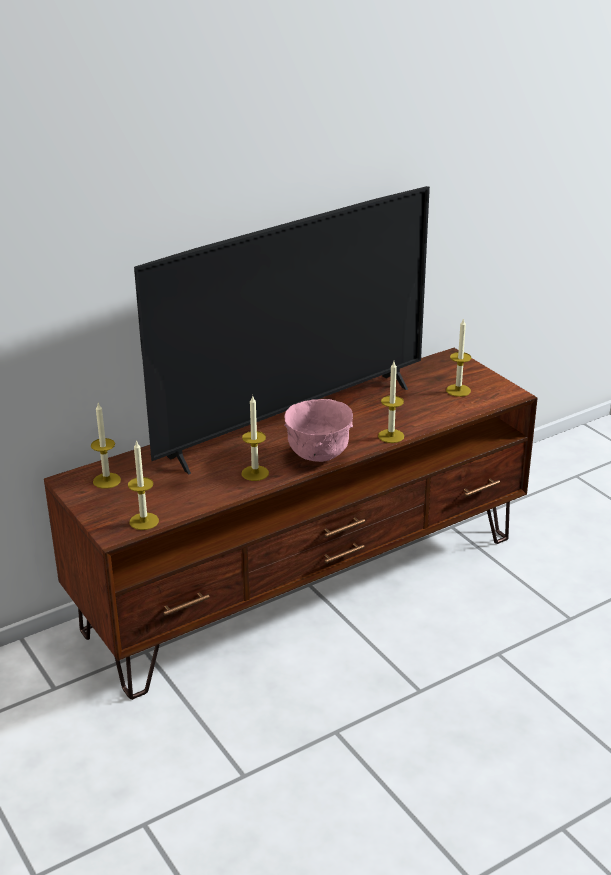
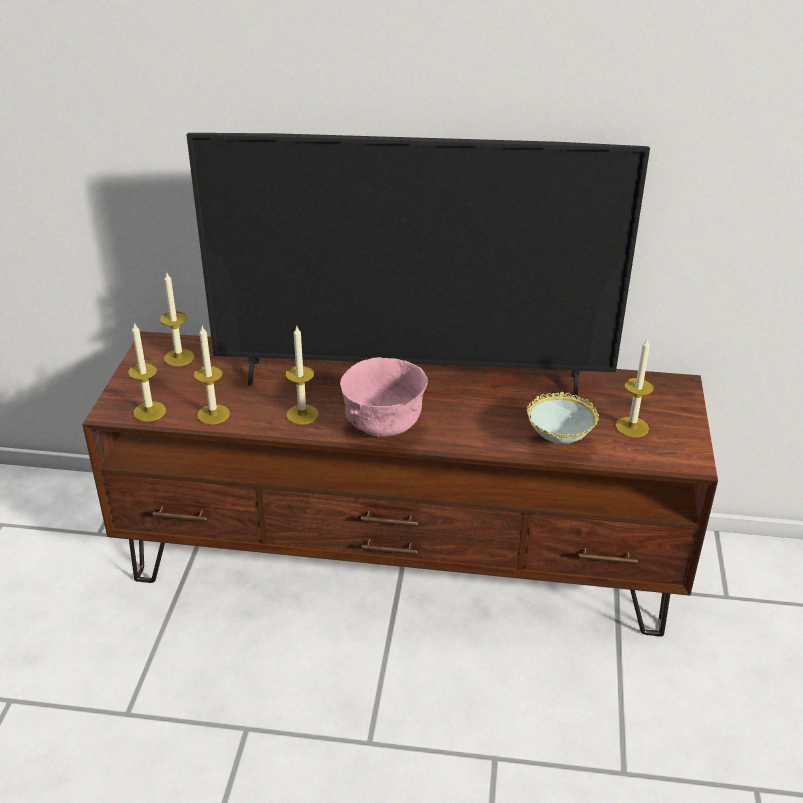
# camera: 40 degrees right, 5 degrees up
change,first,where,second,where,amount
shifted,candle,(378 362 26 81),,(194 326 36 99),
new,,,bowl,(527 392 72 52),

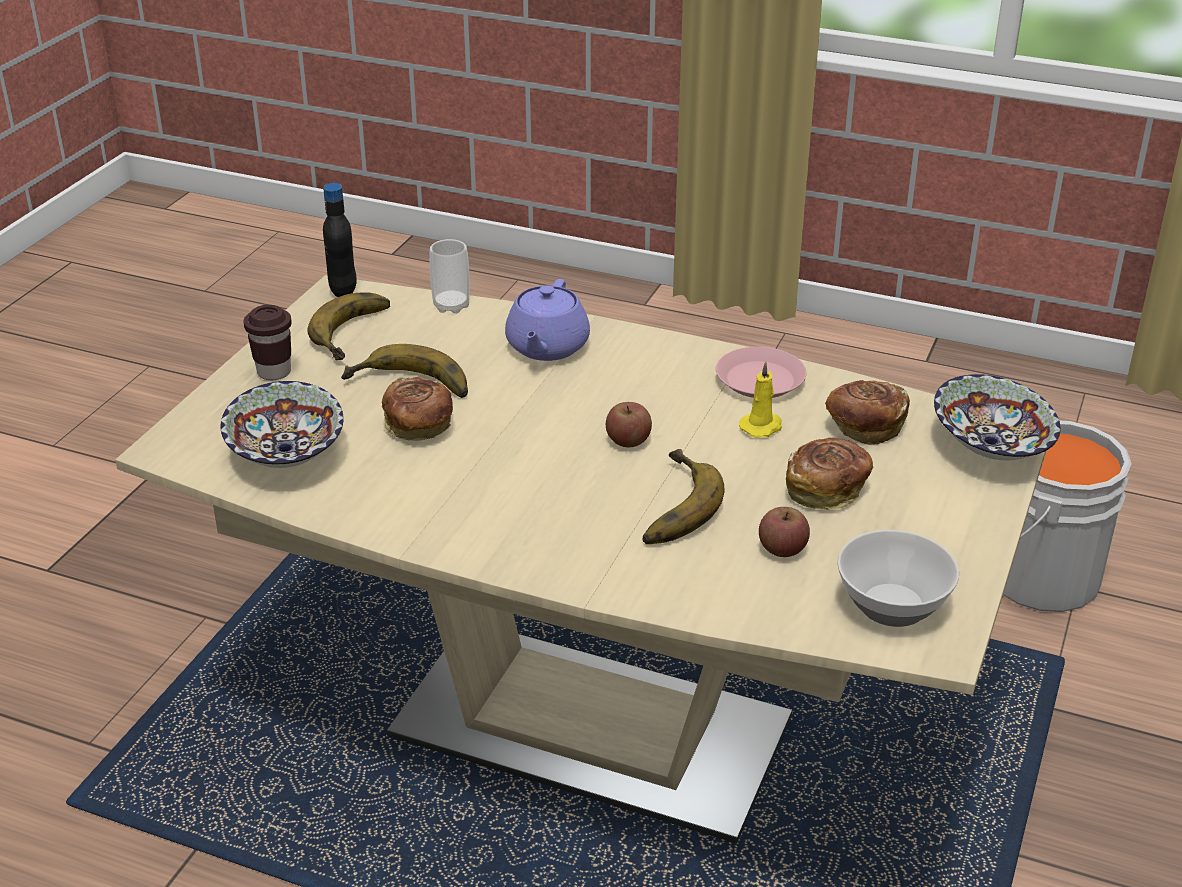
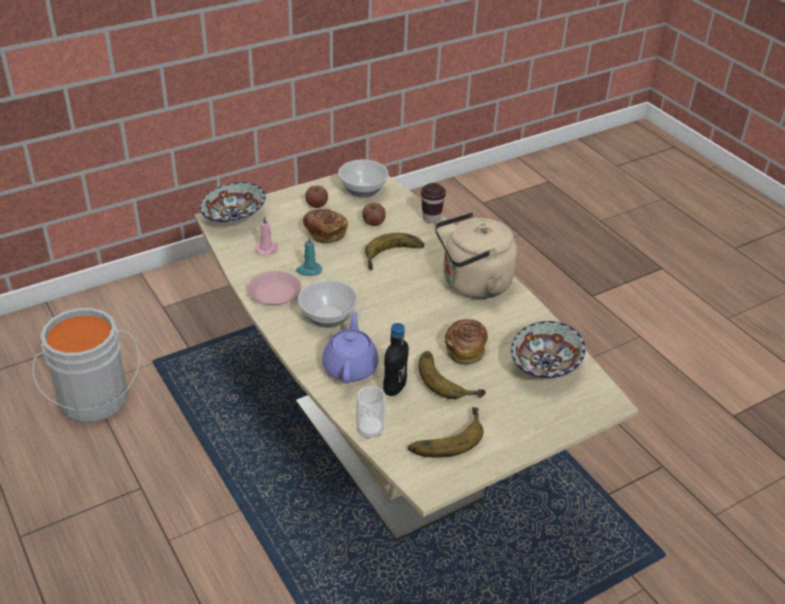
# camera: 145 degrees left, 5 degrees up
change,first,where,second,where,amount
shifted,bottle (black),(323 183 34 114),,(383 323 26 73),
rotated,teapot (purple),(505 279 85 82),,(322 311 56 73),45 degrees counterclockwise
shifted,cup (brown),(243 305 49 75),,(421 183 25 40),
repainted,candle (yellow),(739 361 43 77),candle (turquoise),(296 236 26 40),
swapped,bread,(825 380 85 65),candle (pink),(255 216 23 40),
shifted,apple,(606 402 46 45),,(305 185 23 23),
new,,,kettle (beige),(435 212 82 87),
new,,,bowl,(298 280 60 48),

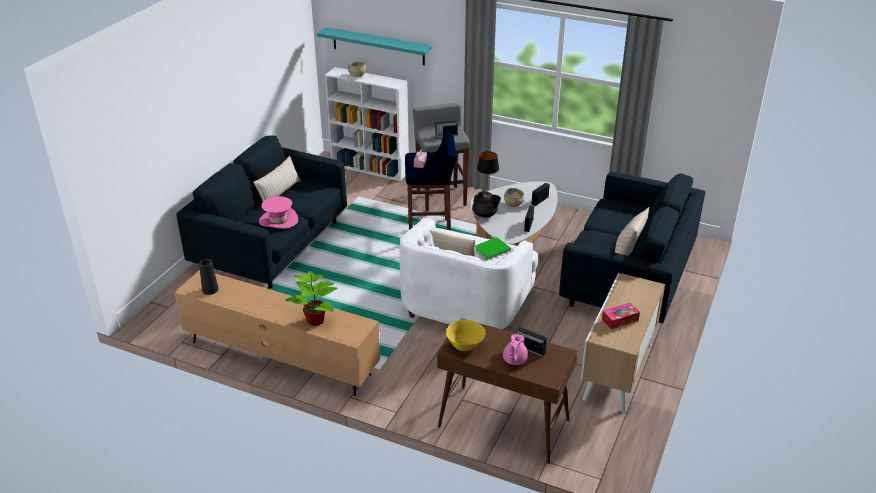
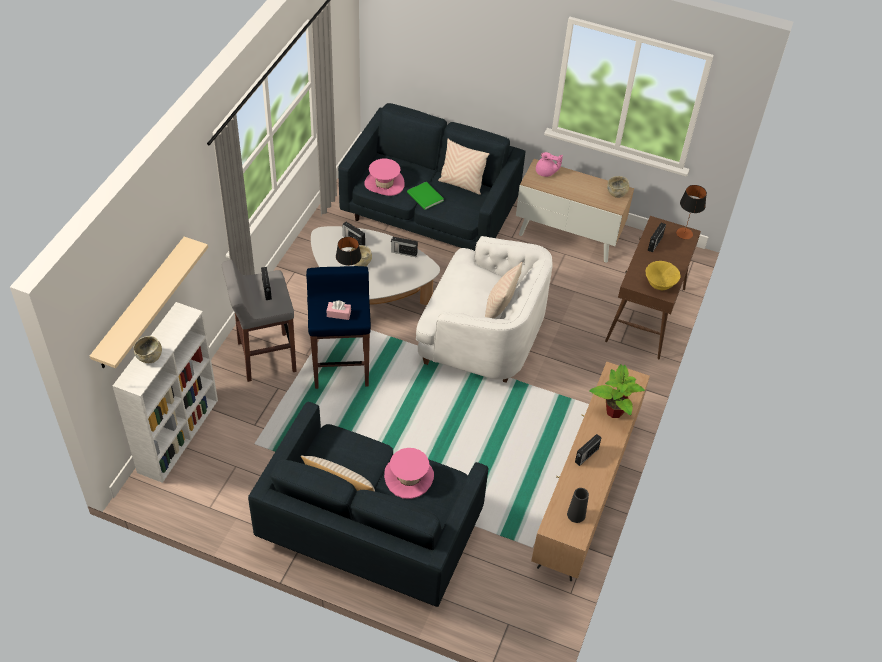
# camera: 95 degrees left, 15 degrees up
change,first,where,second,where,amount
repainted,shelf (turquoise),(317 27 115 38),shelf (beige),(90 237 118 131),
gone,teapot (black),(472 191 29 27),,,
shifted,book (green),(475 237 36 24),,(407 182 37 28),
gone,tissue box,(602 303 38 26),,,
shifted,teapot (pink),(503 334 25 31),,(536 152 27 25),
new,,,hat (pink),(365 159 40 37),
new,,,bowl (beige),(607 176 22 22),
new,,,table lamp,(676 185 31 54),
new,,,radio,(575 434 27 32),

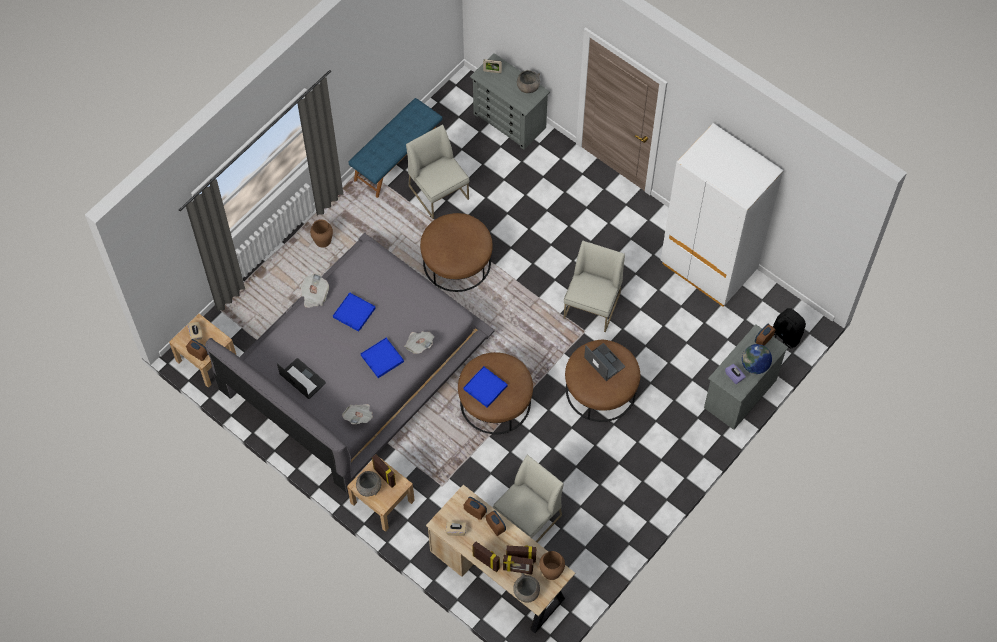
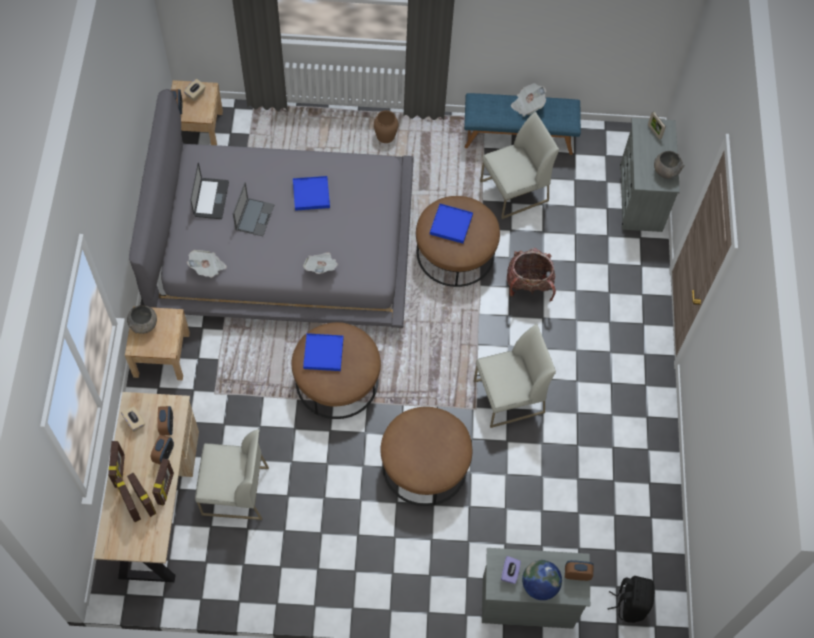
# camera: 50 degrees right, 0 degrees up
change,first,where,second,where,amount
gone,wardrobe (white),(661 123 122 184),,,
rotated,chair (white),(406 124 63 95),,(480 112 79 107),45 degrees clockwise
shifted,newspaper,(300 273 29 35),,(511 83 35 34),
shifted,tray (blue),(361 338 43 40),,(430 204 43 40),
shifted,laptop,(584 343 42 38),,(233 182 42 54),
shifted,picture frame,(372 454 24 34),,(152 458 22 48),
gone,vase (brown),(539 551 26 29),,,
gone,bowl (grey),(513 573 27 30),,,
new,,,backpack,(507 248 49 54),

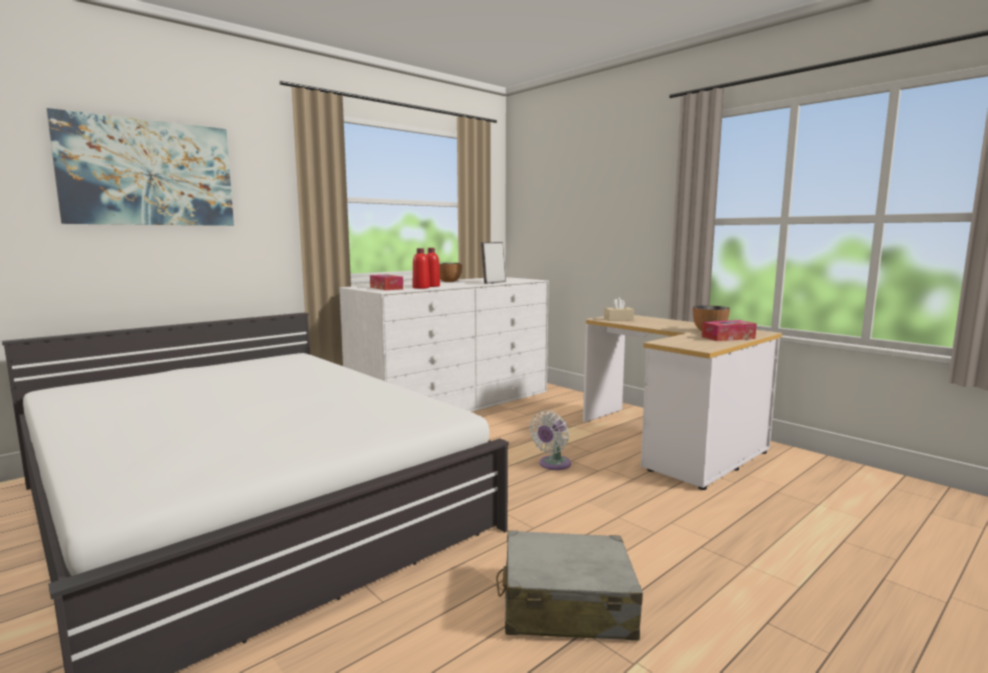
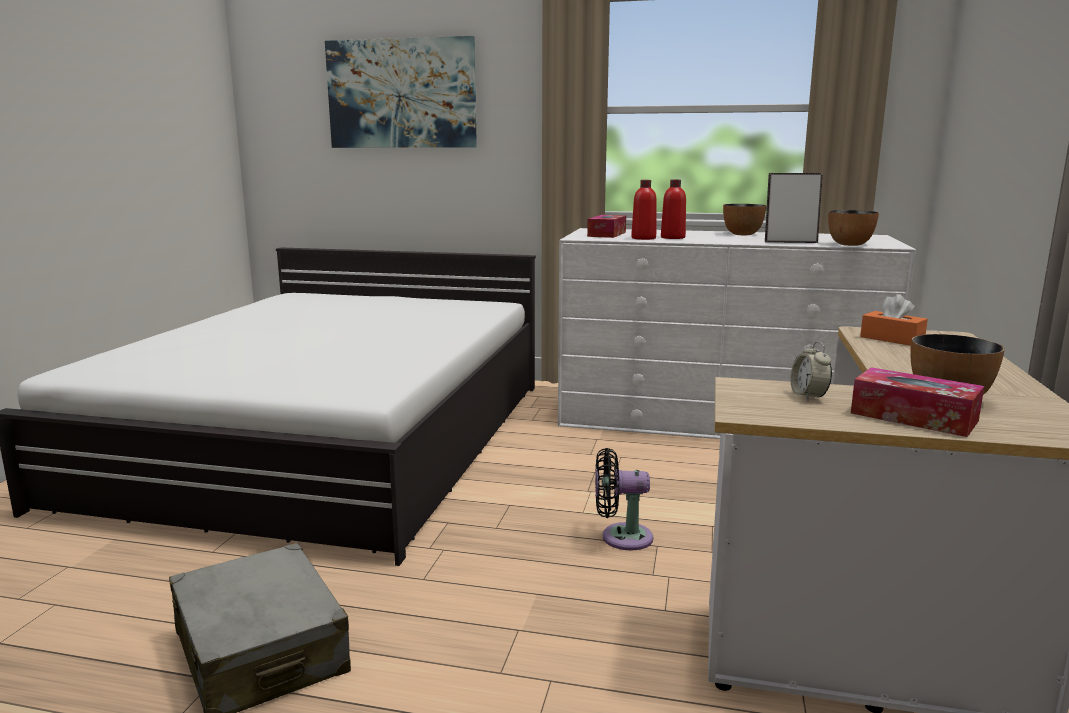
# camera: 55 degrees right, 5 degrees up
change,first,where,second,where,amount
repainted,tissue box (beige),(604 297 30 24),tissue box (orange),(860 294 68 52),
repainted,fan (white),(529 411 42 59),fan (black),(595 448 58 103),
new,,,bowl,(828 210 51 36),
new,,,alarm clock,(790 342 42 59),

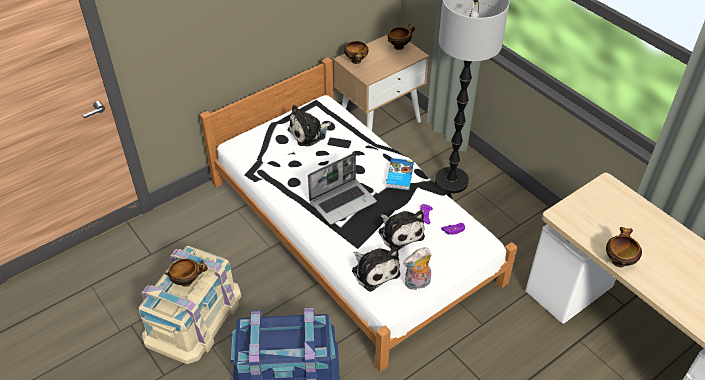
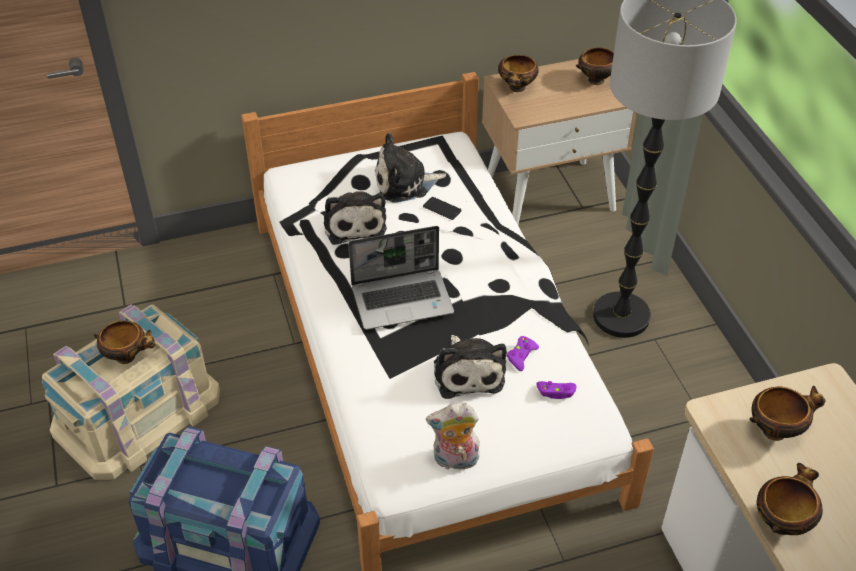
# camera: 20 degrees right, 0 degrees up
change,first,where,second,where,amount
gone,book,(386 158 28 32),,,
shifted,plush toy,(352 247 48 45),,(324 191 63 54),
new,,,bowl,(749 386 77 55),

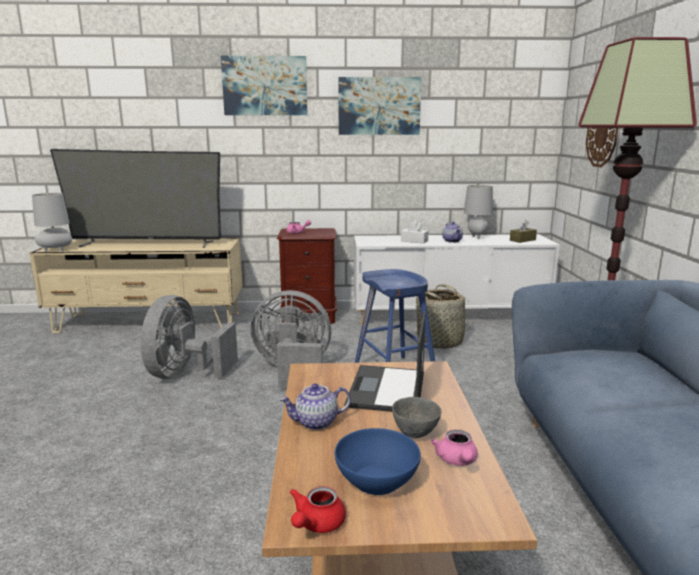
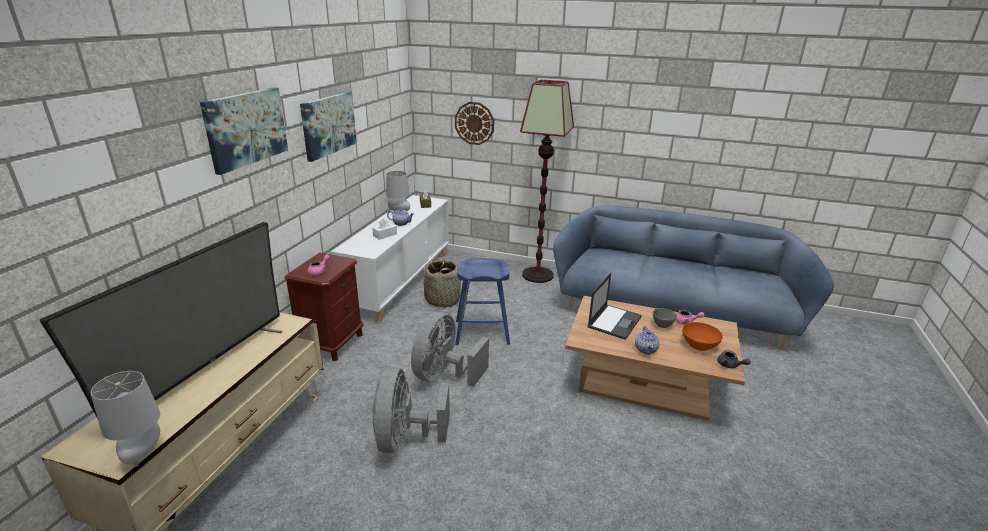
# camera: 70 degrees left, 10 degrees up
change,first,where,second,where,amount
rotated,fan (grey),(141 295 97 84),,(372 367 78 86),60 degrees clockwise
rotated,laptop,(344 311 82 101),,(588 273 54 67),90 degrees counterclockwise
repainted,bowl (blue),(335 428 86 67),bowl (orange),(682 322 41 29),
repainted,teapot (red),(290 486 56 47),teapot (grey),(717 350 33 18),

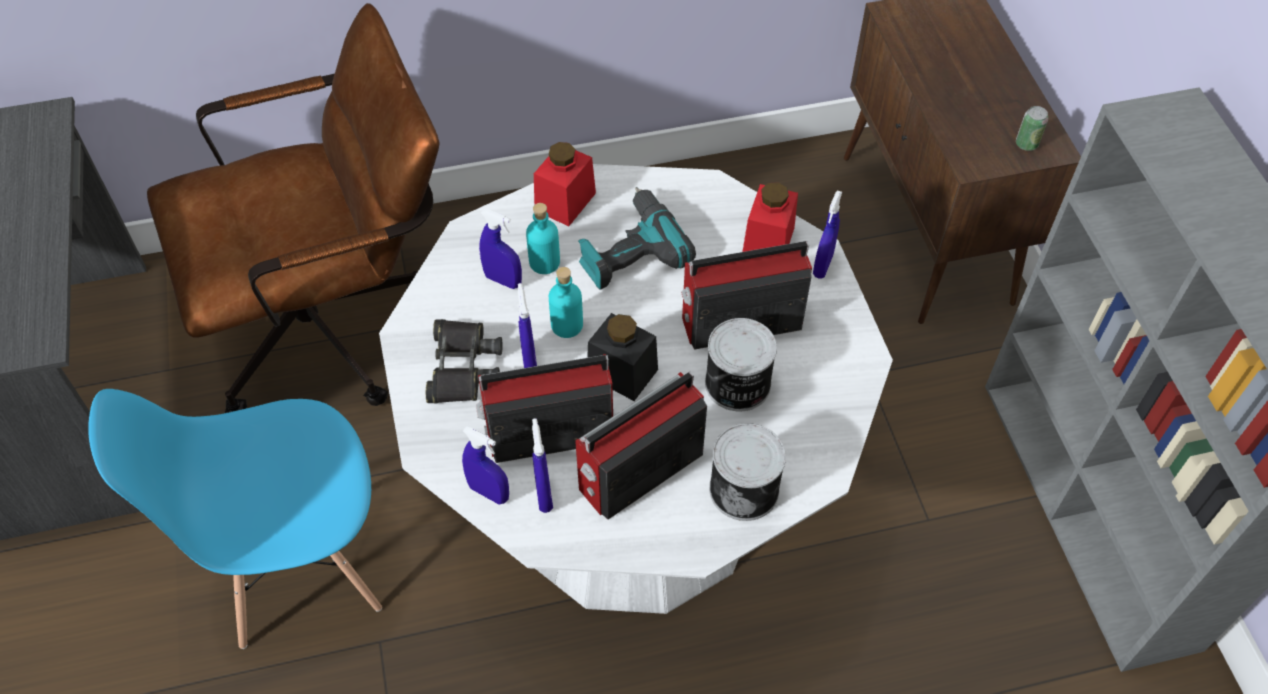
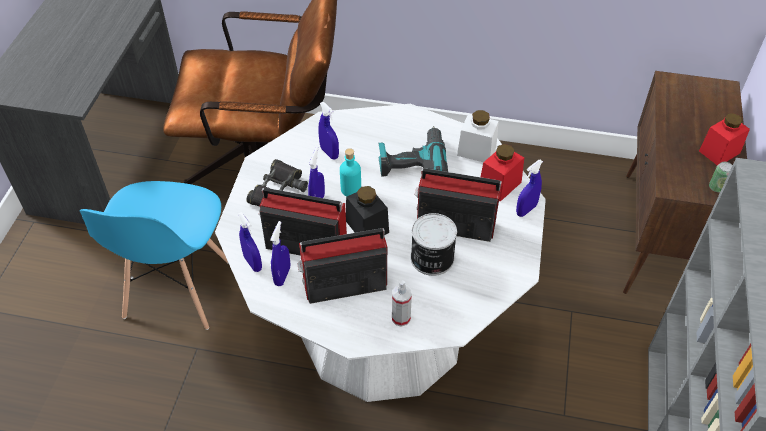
# camera: 25 degrees right, 5 degrees down
change,first,where,second,where,amount
shifted,jar (red),(534 142 62 84),,(699 113 51 52),
gone,bottle (turquoise),(526 203 34 71),,,
rotated,chair (blue),(88 389 294 260),,(80 181 148 149),90 degrees counterclockwise
swapped,can,(709 423 77 98),spray bottle,(392 280 20 47),
new,,,jar (white),(457 110 42 52),

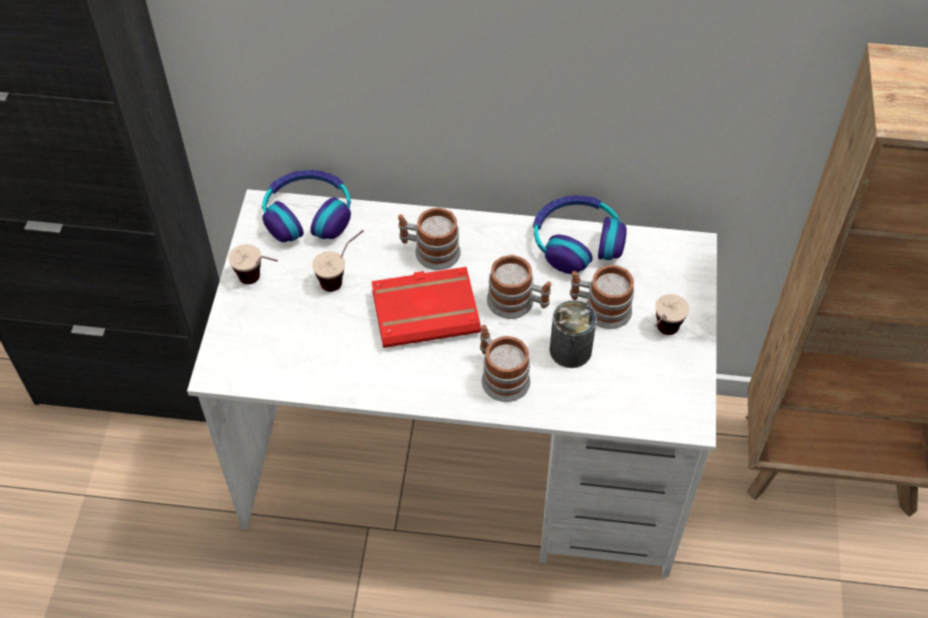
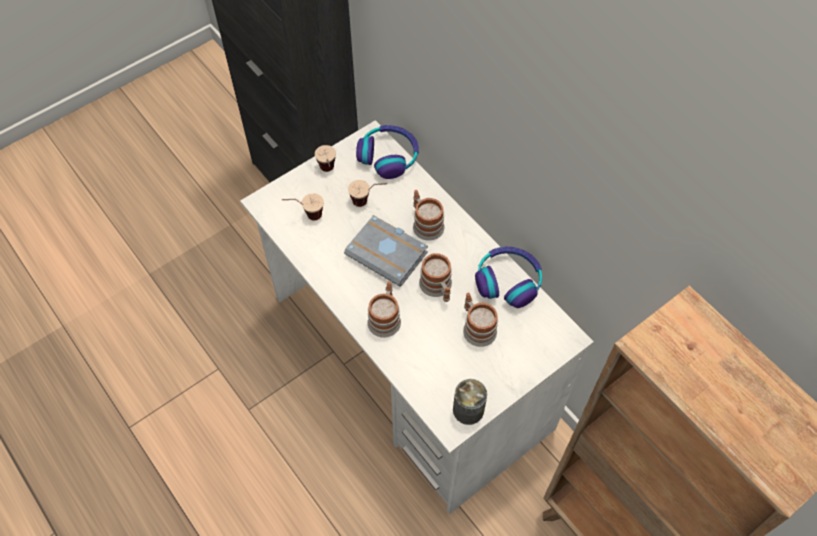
# camera: 45 degrees right, 5 degrees up
change,first,where,second,where,amount
repainted,book (red),(371 267 110 81),book (grey),(344 215 84 72),
shifted,cup,(655 294 34 41),,(282 193 42 28),
shifted,can,(550 300 47 68),,(453 379 34 46),

